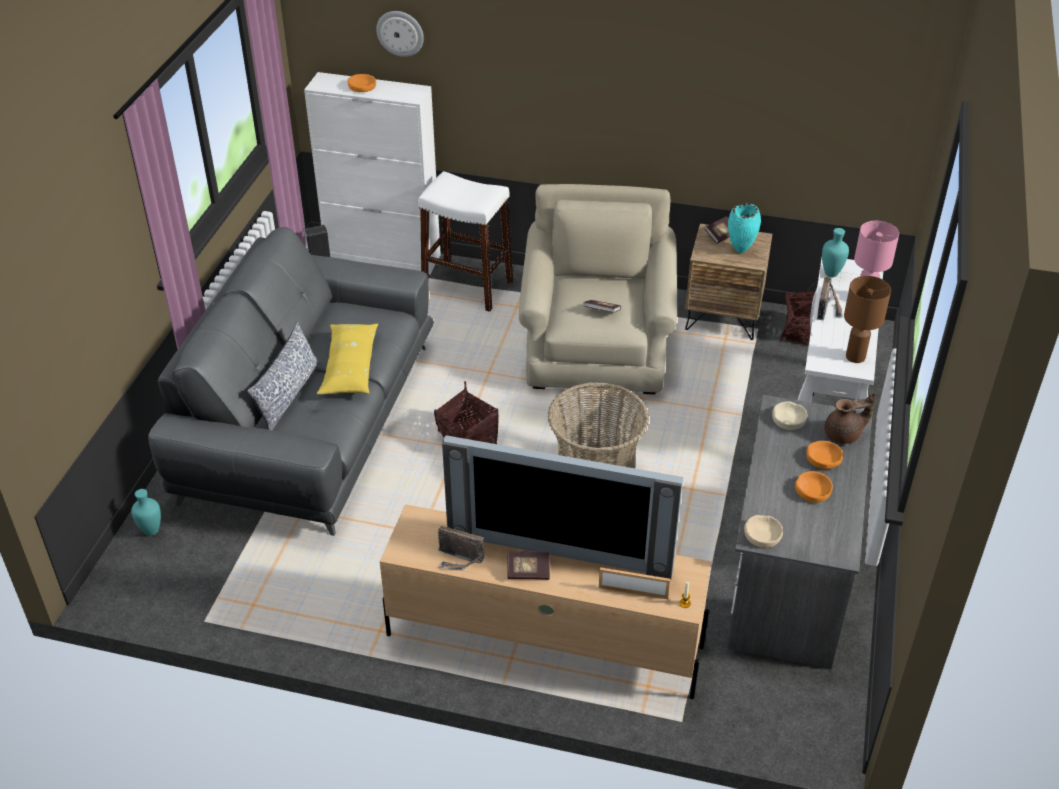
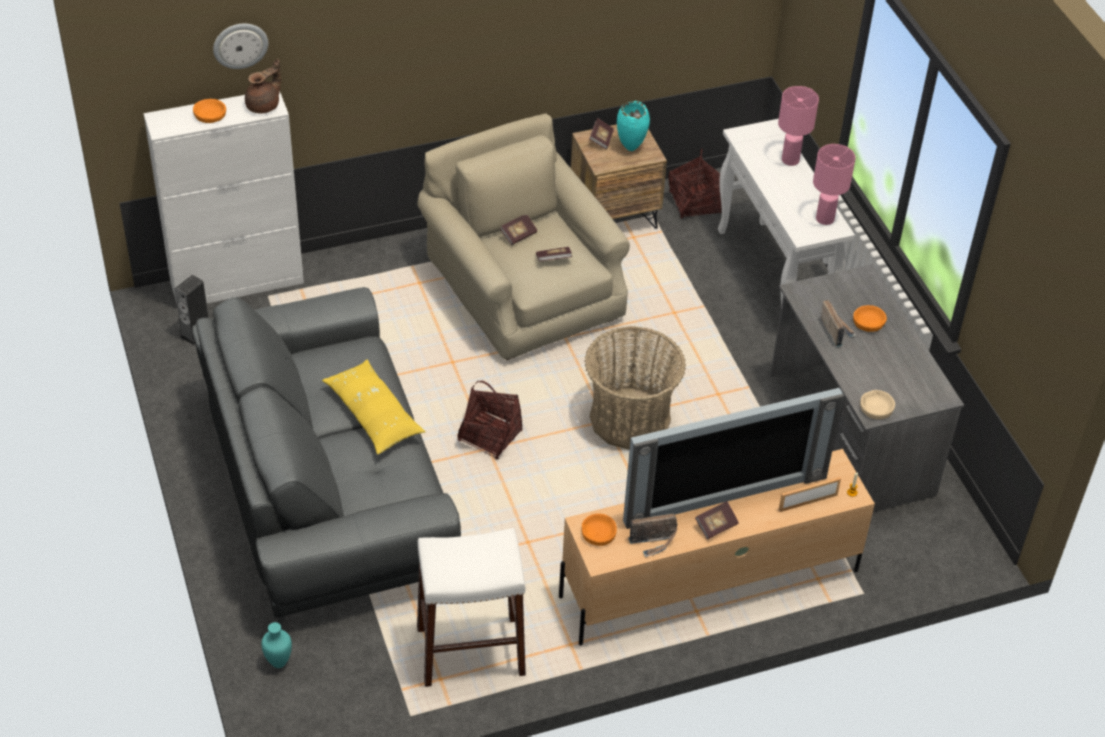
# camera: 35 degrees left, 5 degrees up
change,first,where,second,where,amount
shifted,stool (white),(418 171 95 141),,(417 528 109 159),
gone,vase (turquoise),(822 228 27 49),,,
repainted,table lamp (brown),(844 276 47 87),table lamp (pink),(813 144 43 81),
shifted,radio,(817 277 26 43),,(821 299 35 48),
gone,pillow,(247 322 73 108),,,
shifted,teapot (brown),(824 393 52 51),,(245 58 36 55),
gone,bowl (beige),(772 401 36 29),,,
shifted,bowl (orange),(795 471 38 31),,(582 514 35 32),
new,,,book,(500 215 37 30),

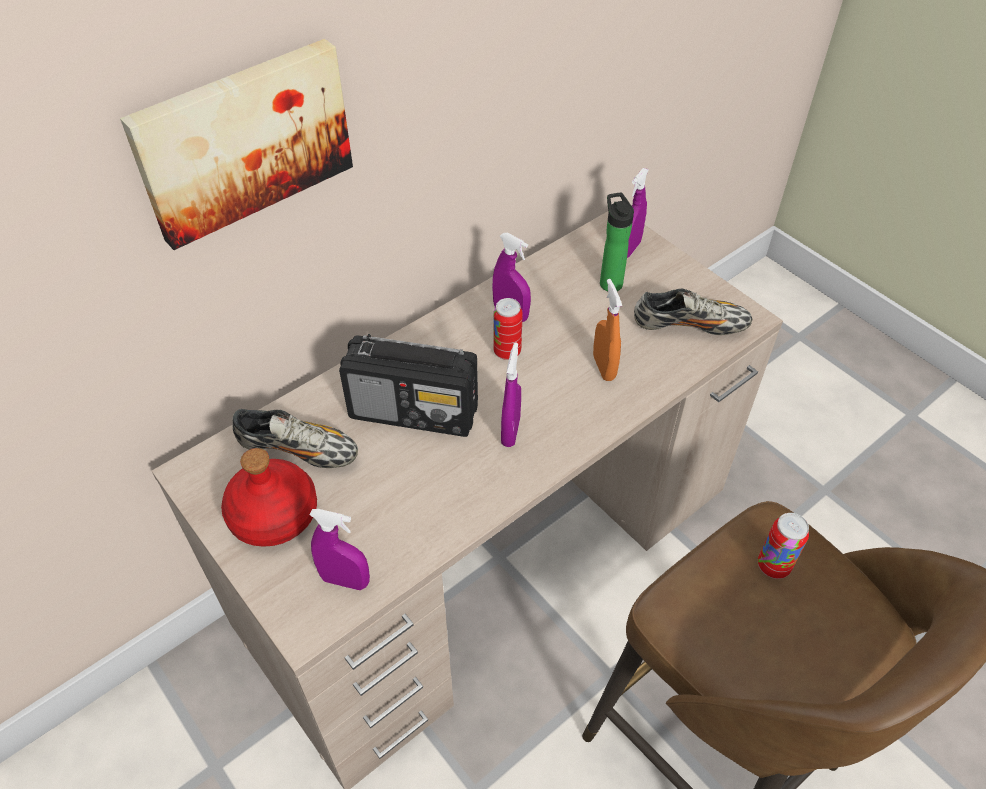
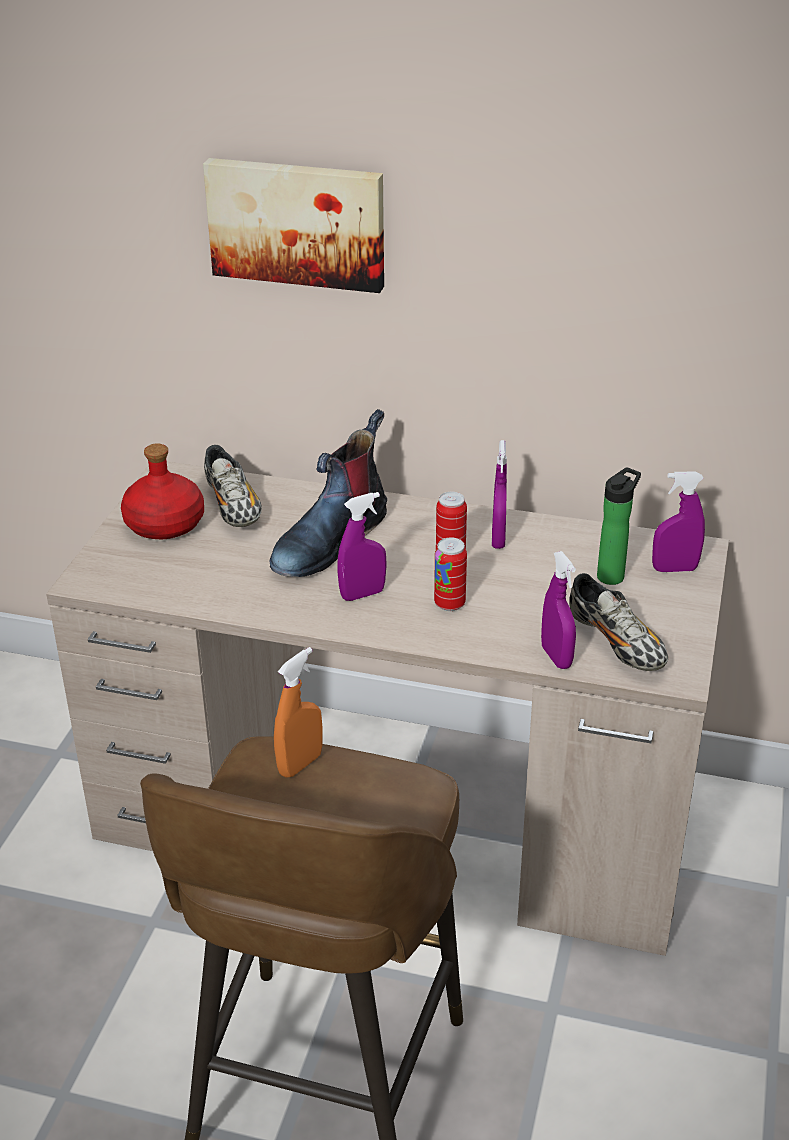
# camera: 55 degrees right, 15 degrees down
change,first,where,second,where,amount
shifted,spray bottle (orange),(593 279 29 102),,(274 647 49 131),
swapped,radio,(339 334 139 103),boot,(270 409 117 168),
shifted,spray bottle (purple),(310 509 60 81),,(541 551 35 118),
shifted,can,(758 513 51 66),,(434 537 33 74),

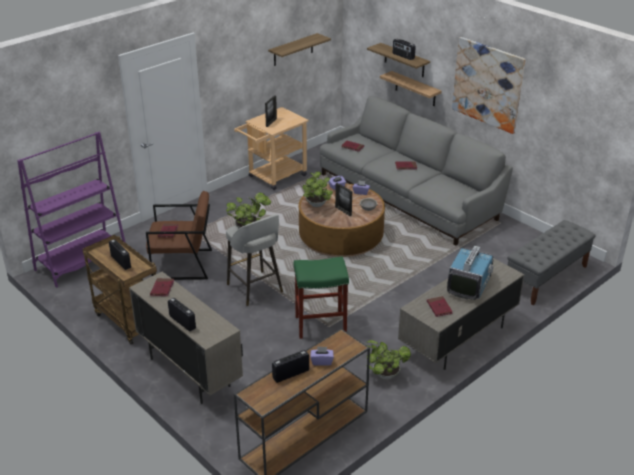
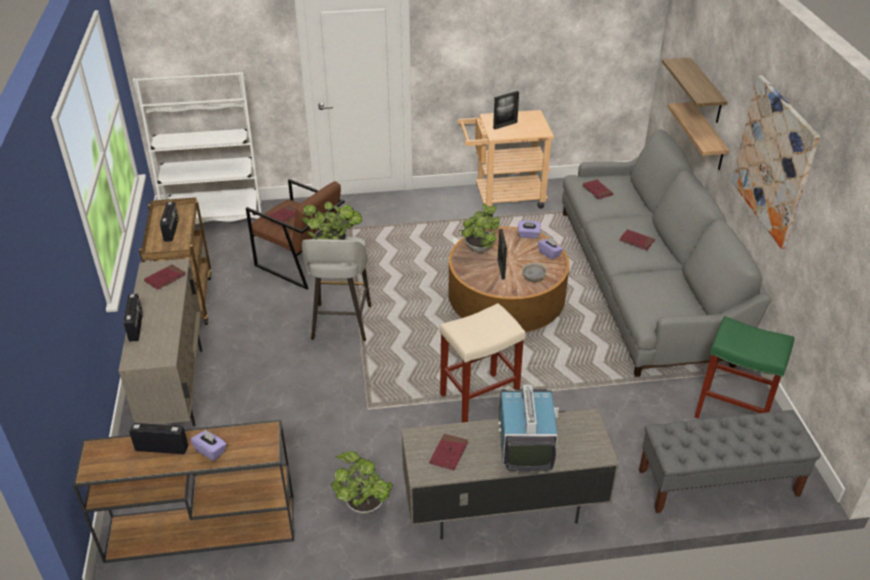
# camera: 35 degrees right, 5 degrees up
change,first,where,second,where,amount
gone,shelf,(268 33 63 33),,,
gone,radio,(393 39 23 21),,,
repainted,bookcase (purple),(17 132 109 156),bookcase (white),(133 72 128 152),
rotated,television,(447 246 47 54),,(498 385 61 88),60 degrees counterclockwise
shifted,stool (green),(294 257 55 82),,(695 316 99 102),
new,,,stool (beige),(439 303 86 120),

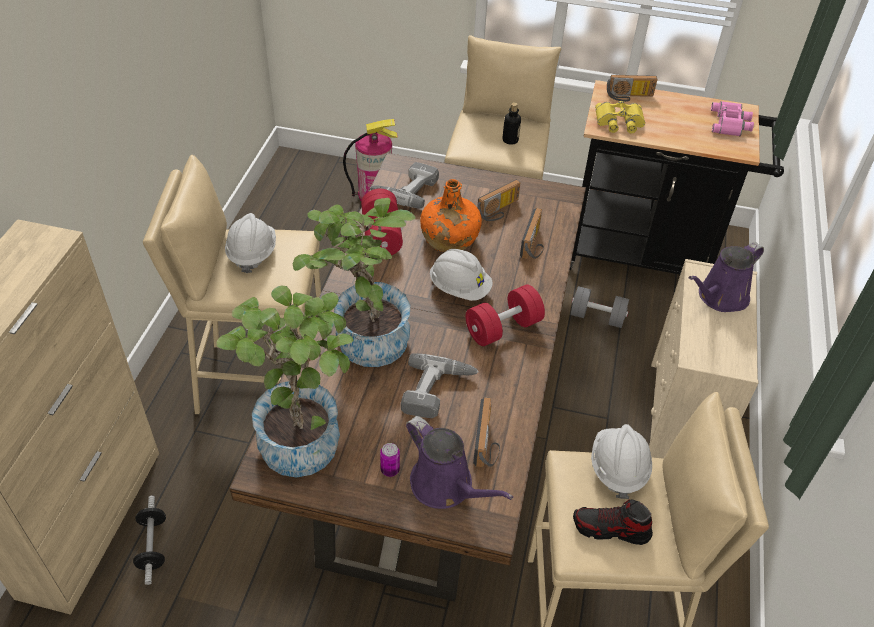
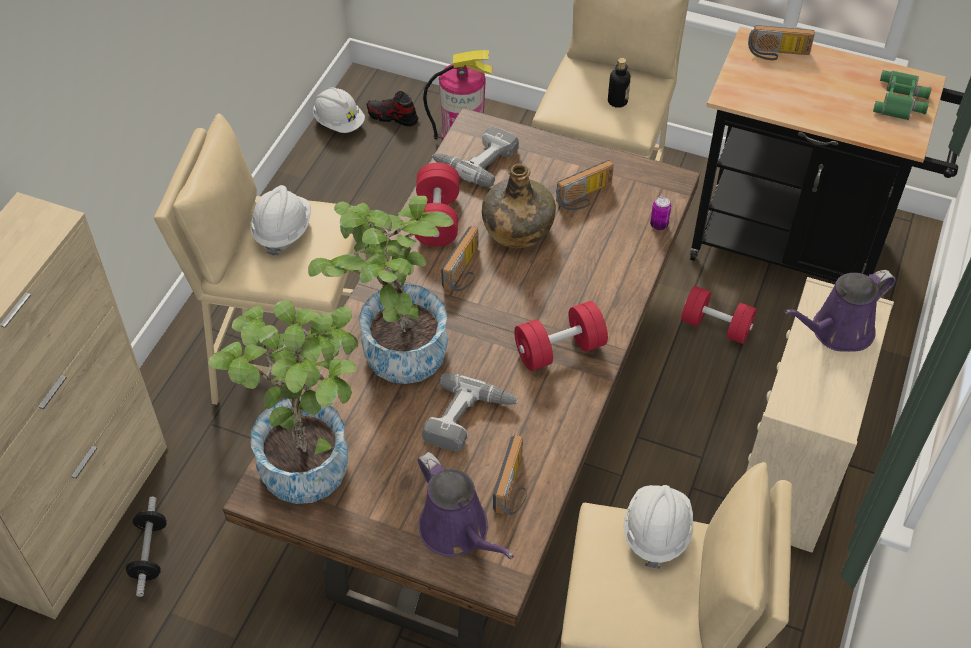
# camera: 10 degrees right, 5 degrees up
change,first,where,second,where,amount
gone,binoculars (yellow),(595 101 50 33),,,
repainted,binoculars (pink),(711 101 43 35),binoculars (green),(873 70 59 50),
repainted,bottle (orange),(420 179 62 73),bottle (green),(482 163 74 85),
shifted,radio,(520 208 24 51),,(441 226 37 66),
shifted,hard hat (white),(430 249 63 52),,(313 87 52 46),
repainted,dumbbell (grey),(571 286 58 42),dumbbell (red),(681 286 76 58),
shifted,can,(380 443 20 34),,(650 196 21 34),
shifted,shoe,(573 500 80 45),,(367 91 51 36),

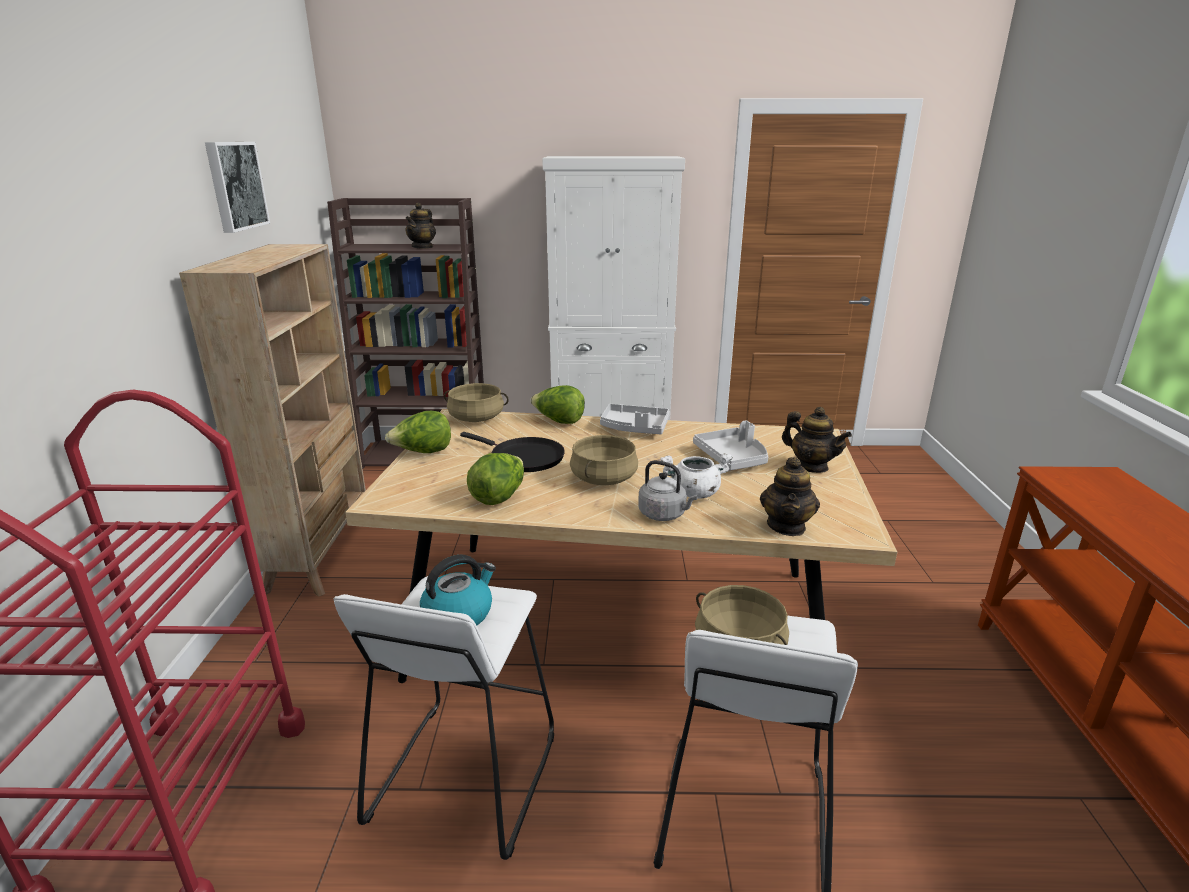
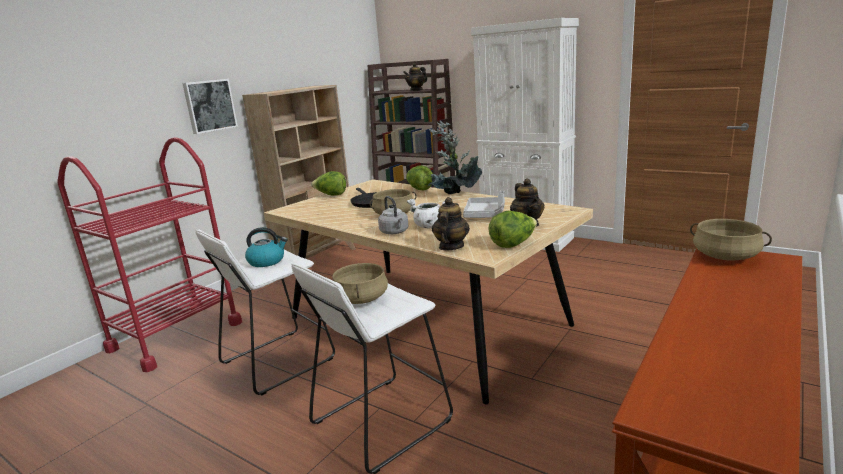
# camera: 35 degrees right, 5 degrees down
change,first,where,second,where,amount
shifted,picture,(205 142 65 91),,(182 79 56 55),
shifted,cooking pot (beige),(444 383 65 39),,(690 219 82 42),
swapped,tray (grey),(600 404 70 30),potted plant,(427 120 55 74),
shifted,lettuce,(467 453 57 52),,(488 211 49 37),
rotated,teapot,(760 457 60 79),,(432 197 38 54),150 degrees clockwise

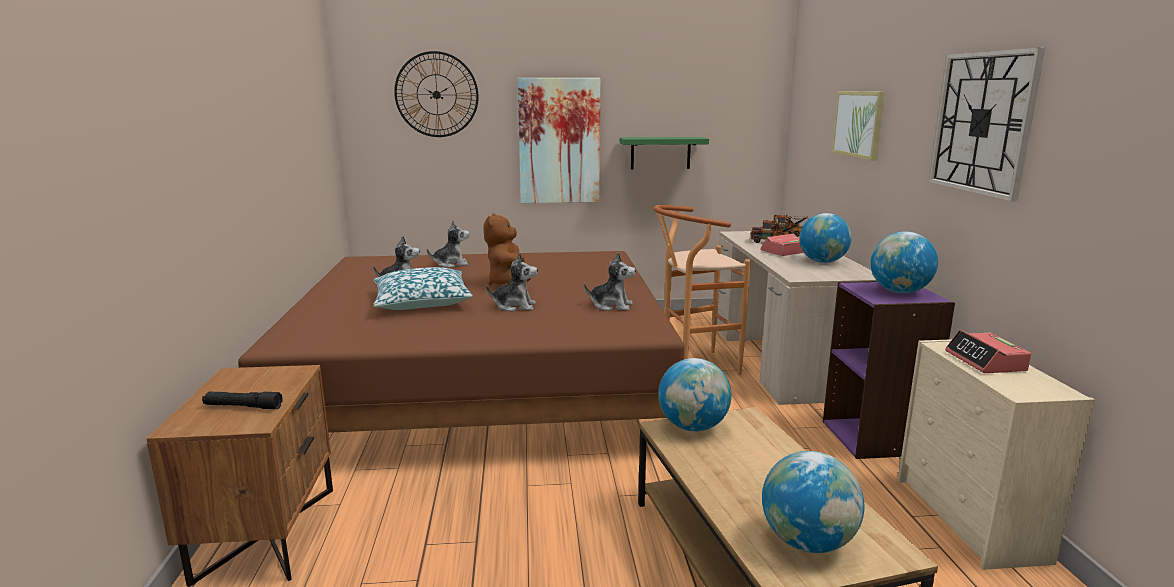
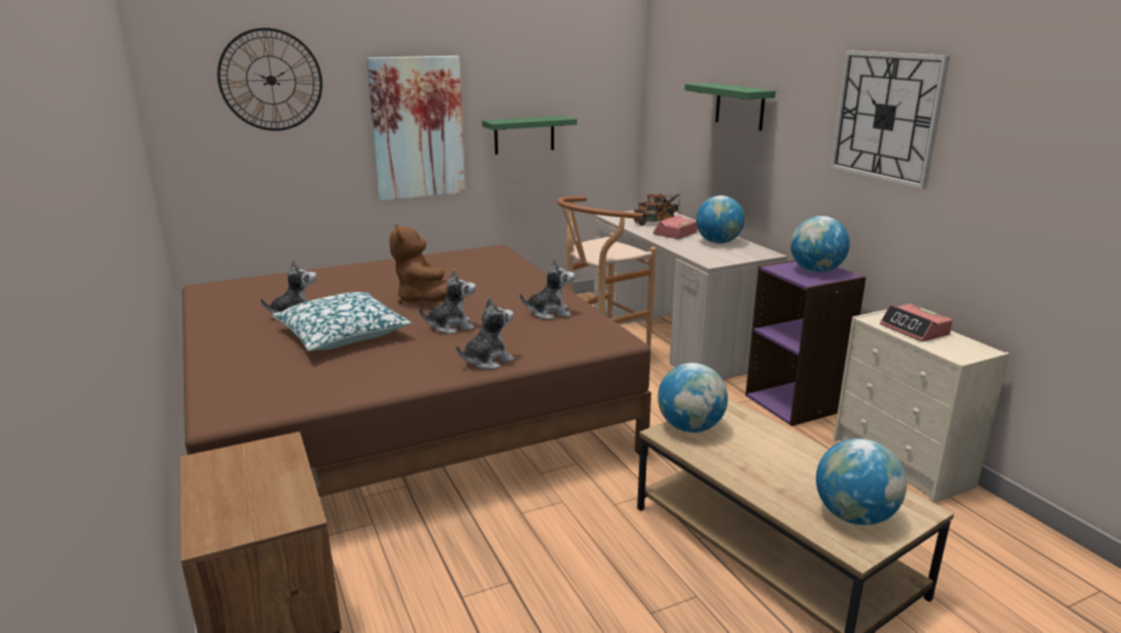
# camera: 20 degrees left, 5 degrees up
change,first,where,second,where,amount
swapped,picture,(832 91 53 70),shelf (green),(685 83 91 48),
shifted,plush toy,(427 221 43 47),,(456 297 59 73),
gone,flashlight (black),(202 392 81 17),,,

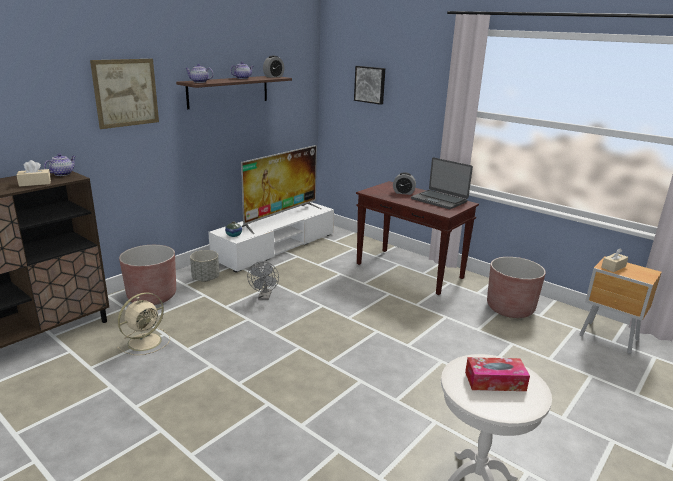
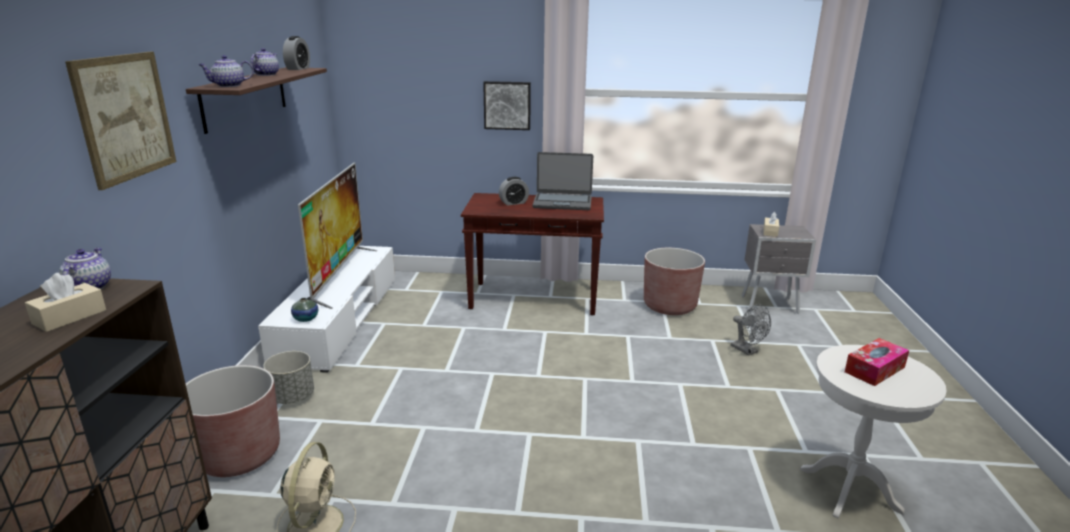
# camera: 35 degrees left, 0 degrees up
change,first,where,second,where,amount
shifted,picture,(354 66 31 39),,(483 81 48 49),
repainted,nightstand (brown),(579 257 82 97),nightstand (grey),(741 224 75 90),
shifted,fan (grey),(247 262 32 38),,(731 304 40 52),

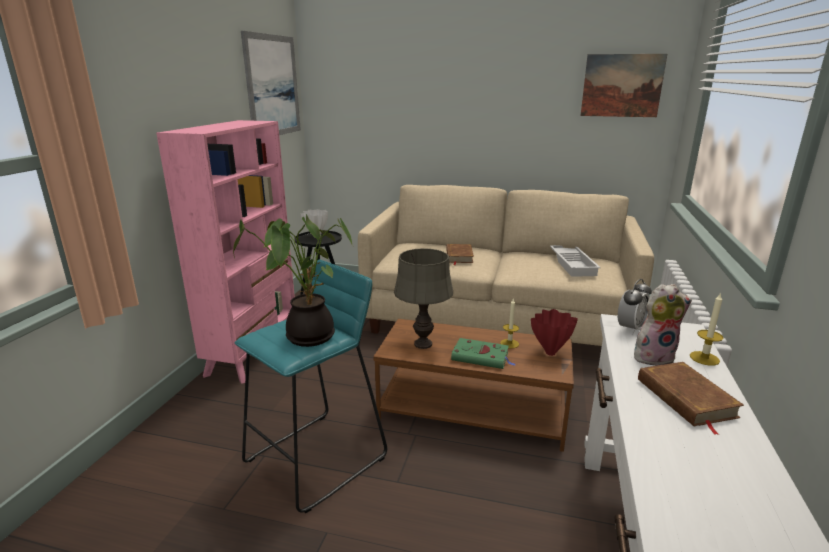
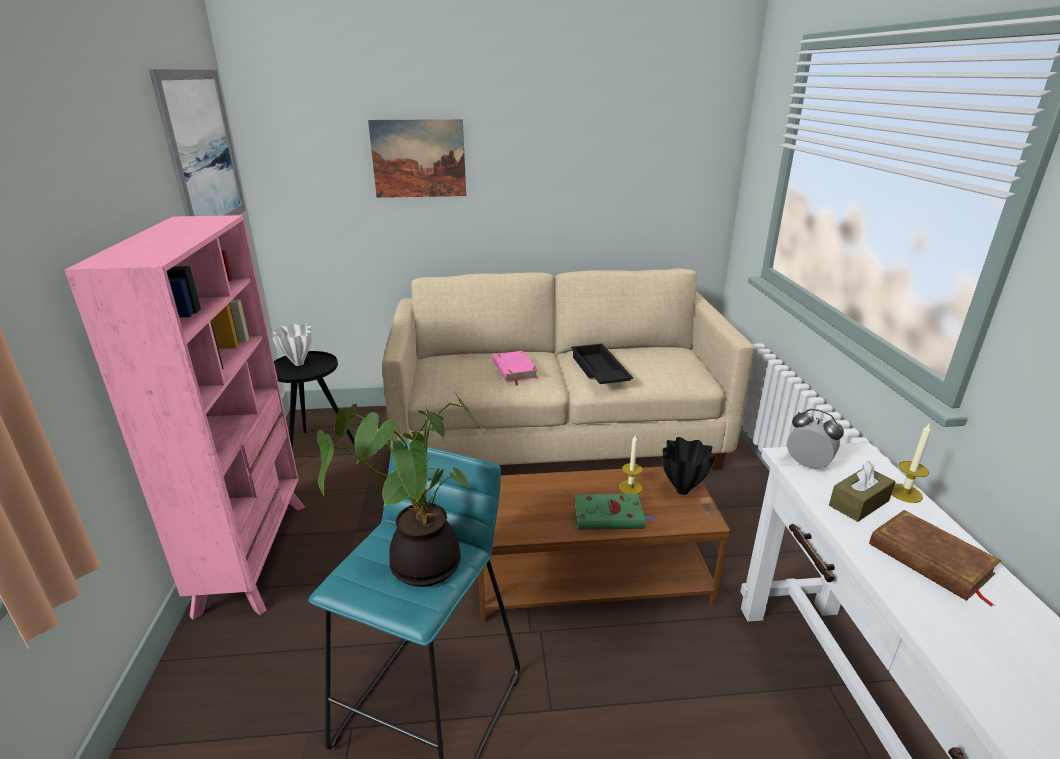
# camera: 20 degrees left, 5 degrees up
change,first,where,second,where,amount
shifted,picture,(581 54 86 63),,(368 119 98 79),
repainted,book (brown),(446 244 28 21),book (pink),(493 351 45 34),
gone,tray (white),(550 245 51 32),,,
gone,table lamp (grey),(394 248 59 101),,,
rotated,alarm clock,(618 279 34 55),,(787 409 57 59),75 degrees counterclockwise
swapped,plush toy,(634 284 58 82),tissue box (brown),(829 461 67 61),
repainted,vase (red),(531 309 47 47),vase (black),(663 437 52 58),
new,,,tray (black),(571 344 62 40),

